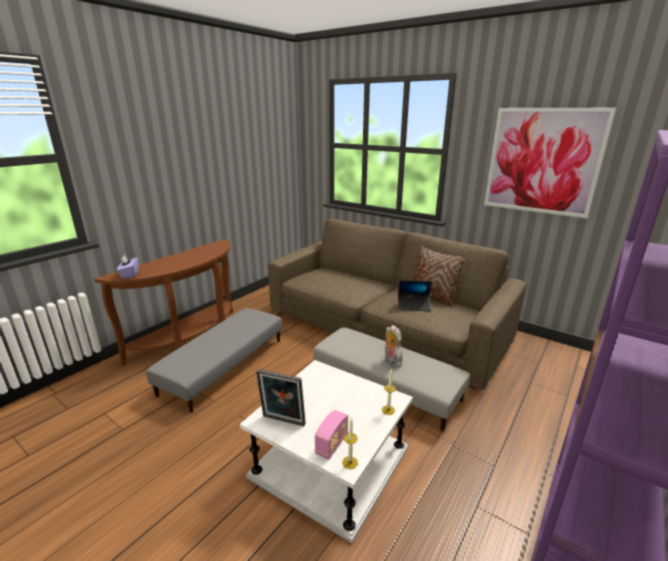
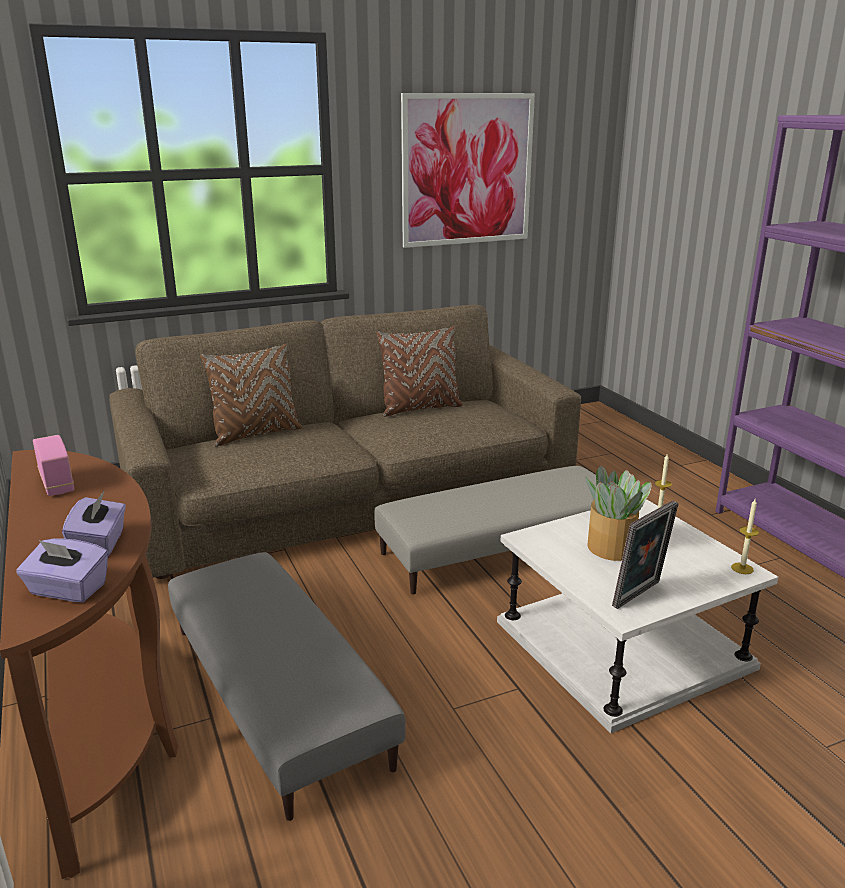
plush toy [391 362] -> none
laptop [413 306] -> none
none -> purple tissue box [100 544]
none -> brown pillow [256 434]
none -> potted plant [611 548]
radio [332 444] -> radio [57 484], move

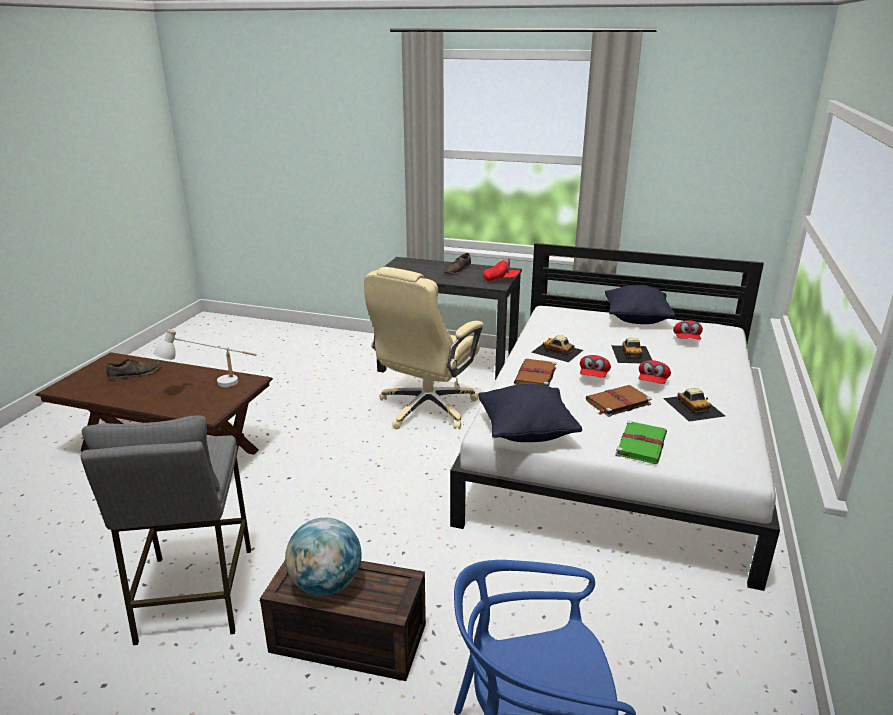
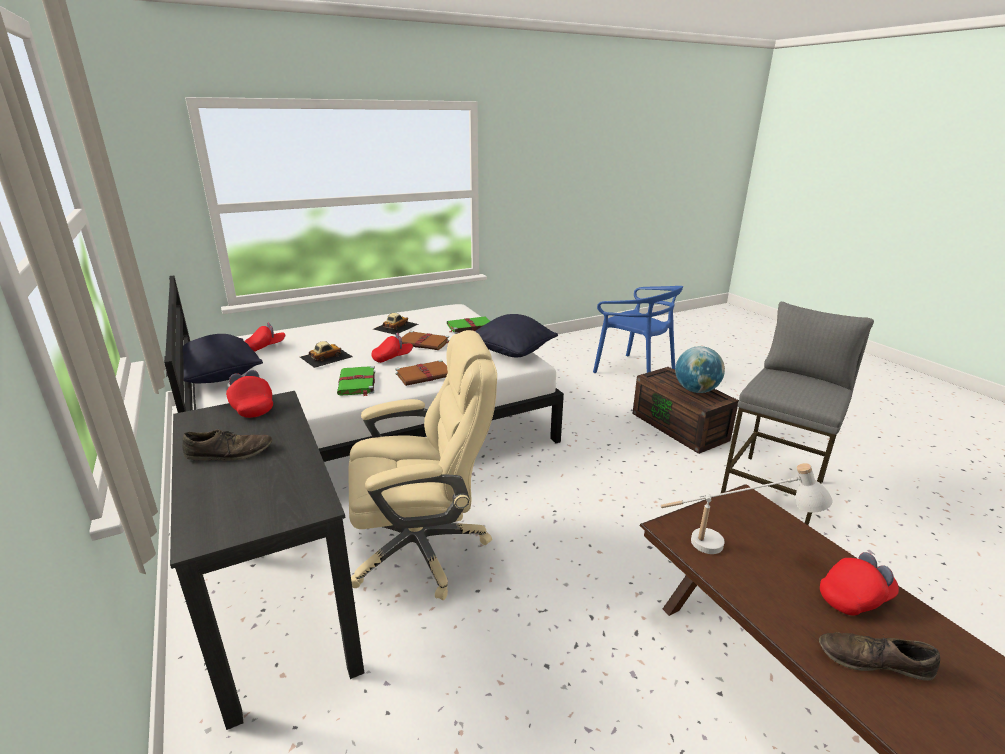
red cap [652 382] -> red cap [855 597], move
toy car [557 351] -> green book [357 383]

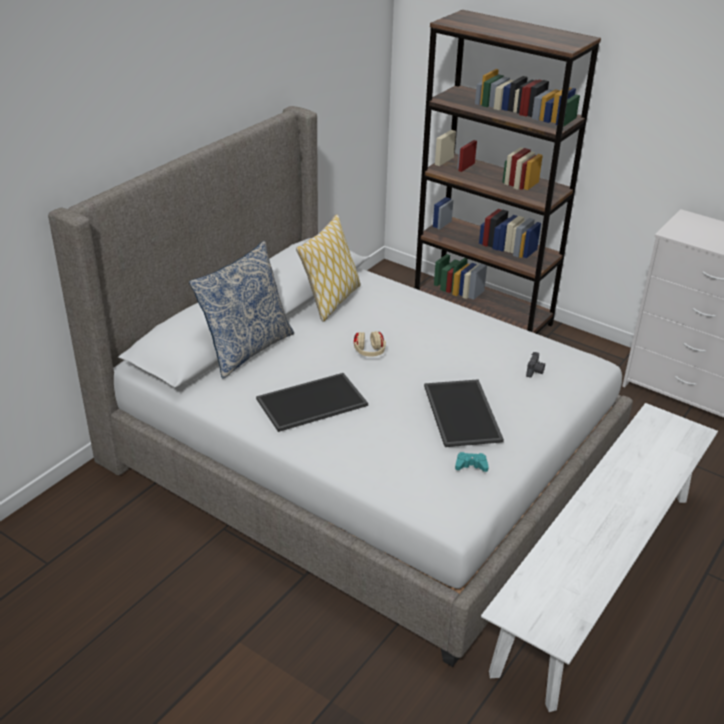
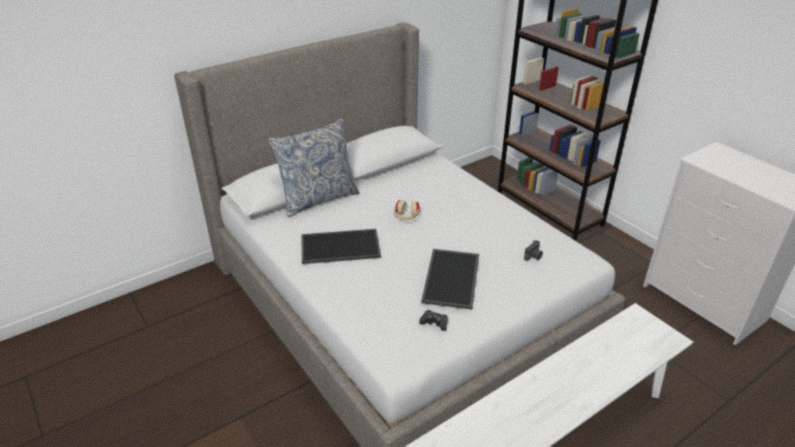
pillow [331 301] -> none
turquoise game controller [471 465] -> black game controller [434 323]

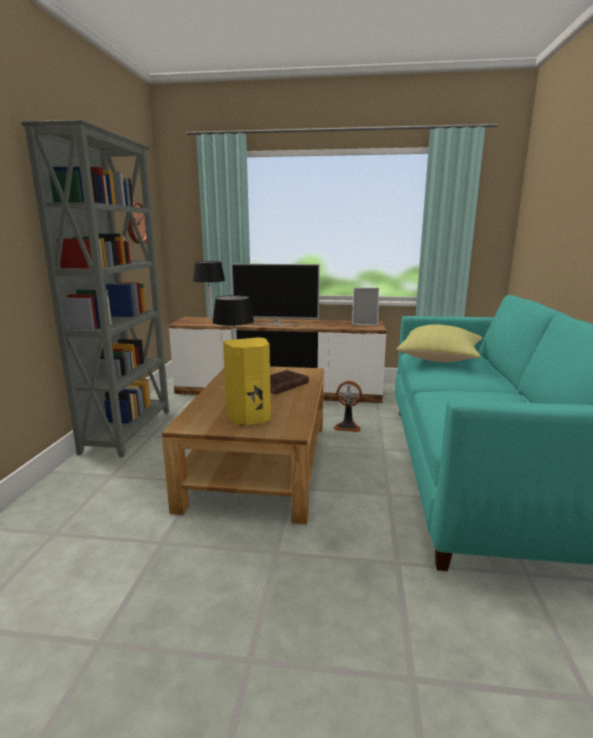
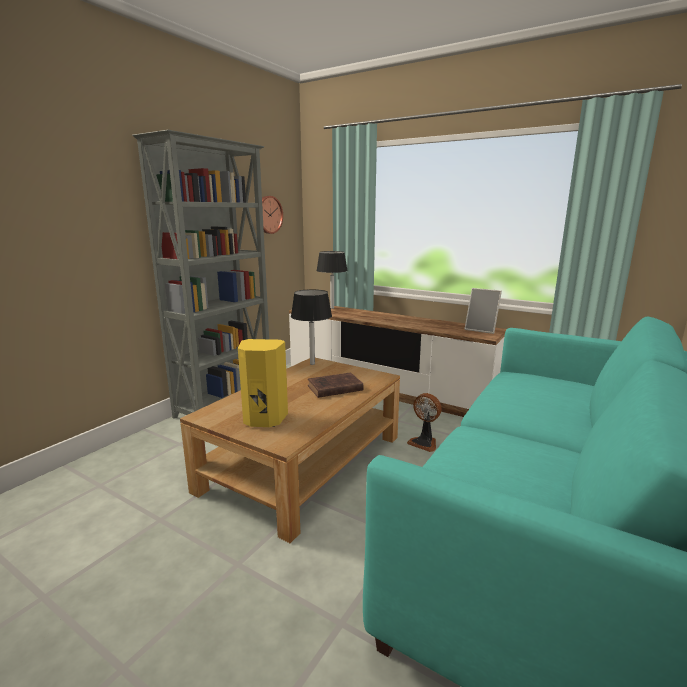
television [276 324] -> none
yellow pillow [440 360] -> none

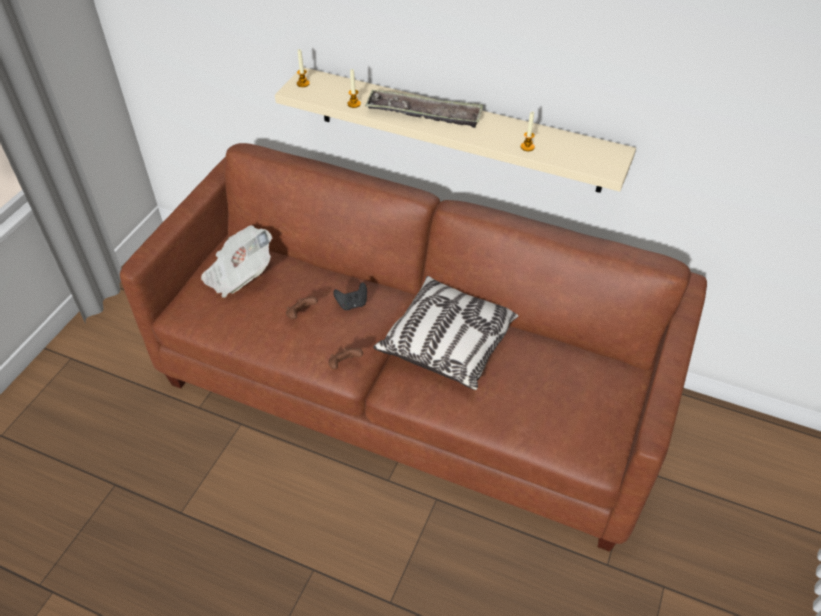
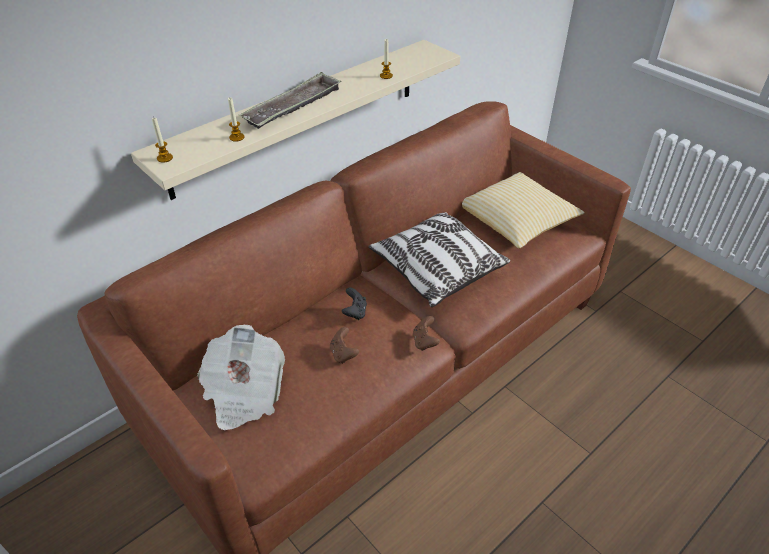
none -> pillow [517 222]

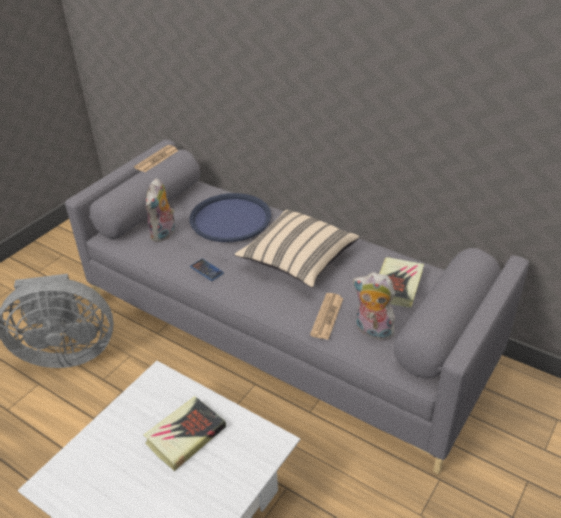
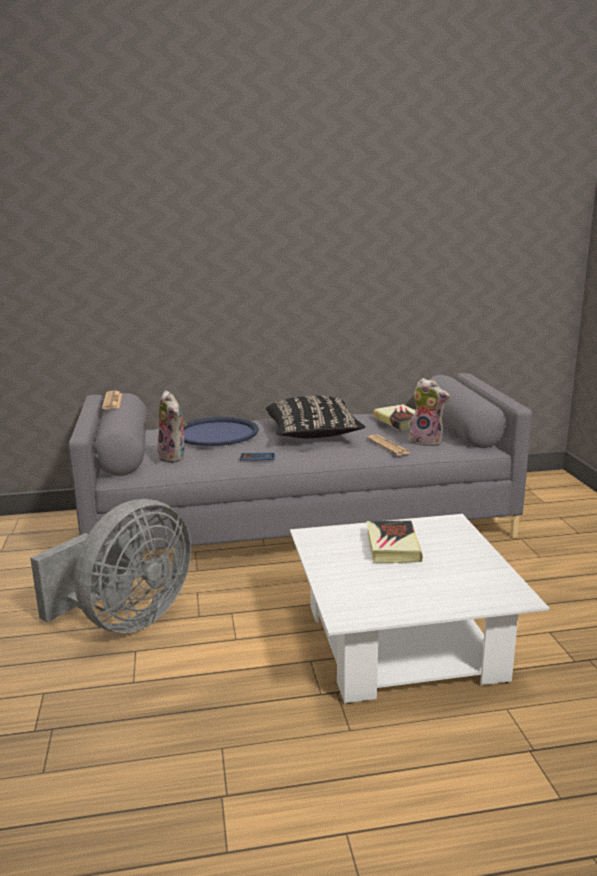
beige pillow [298 260] -> black pillow [313 434]
plush toy [372 331] -> plush toy [427 442], 135 degrees counterclockwise

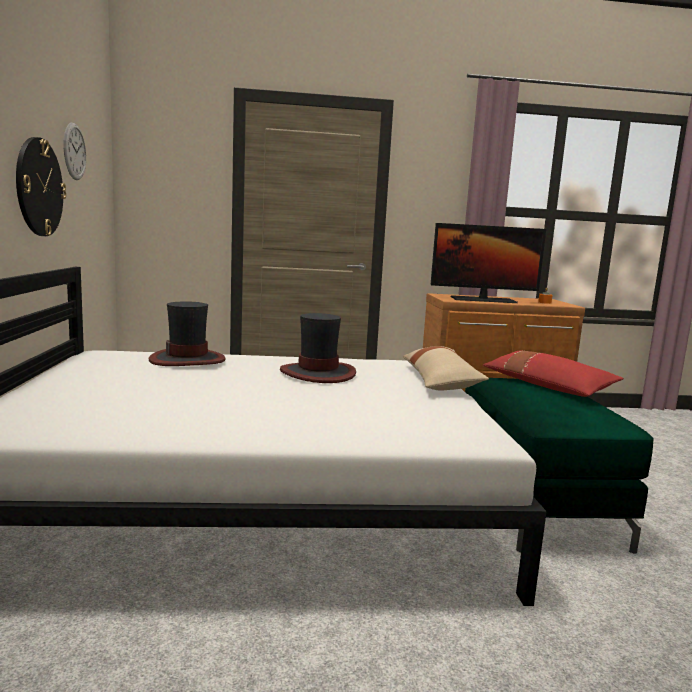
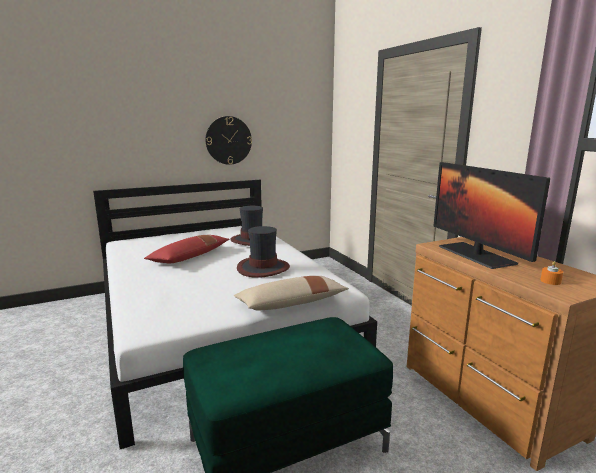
wall clock [74 151] -> none
red pillow [547 386] -> red pillow [189 257], move

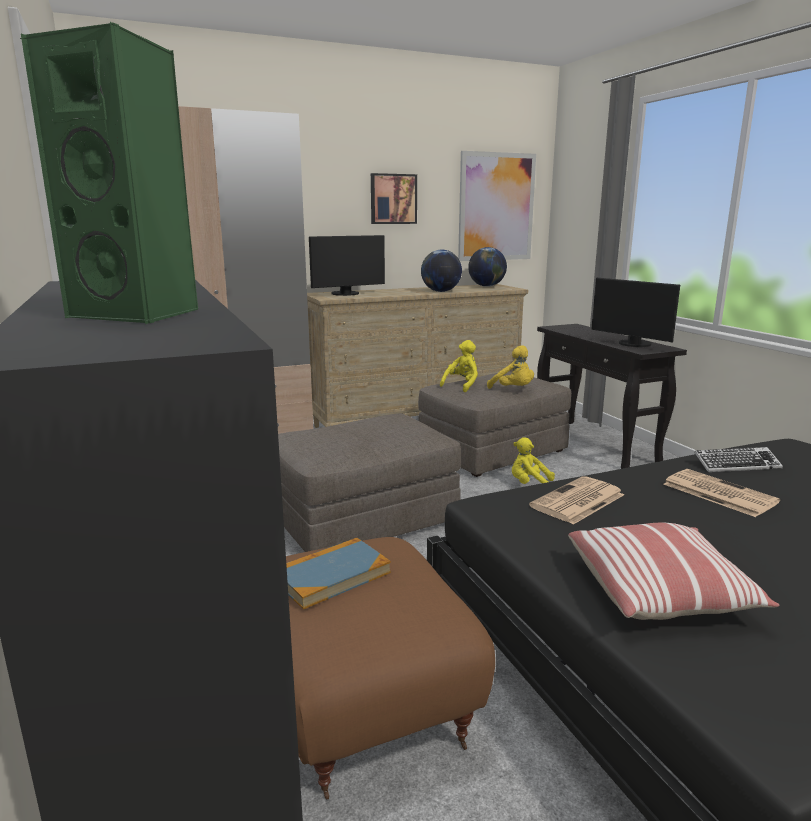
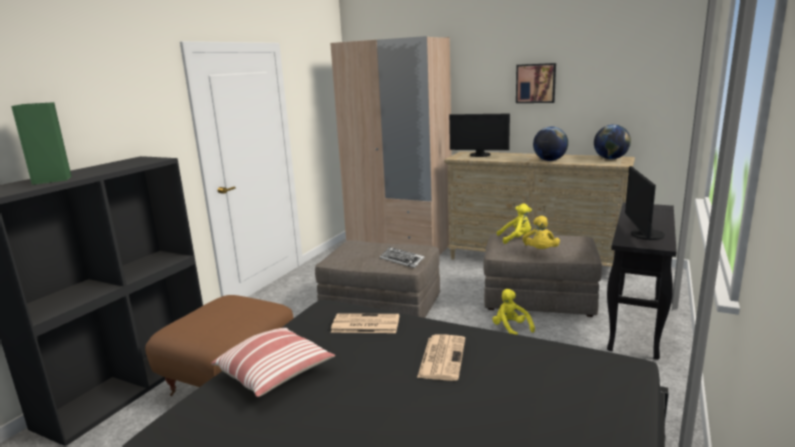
book [332 576] -> none
picture [496 207] -> none
keyboard [736 465] -> keyboard [402 260], move

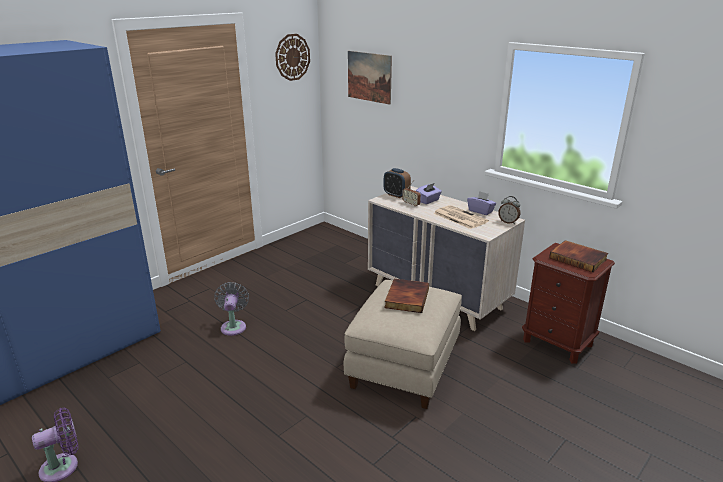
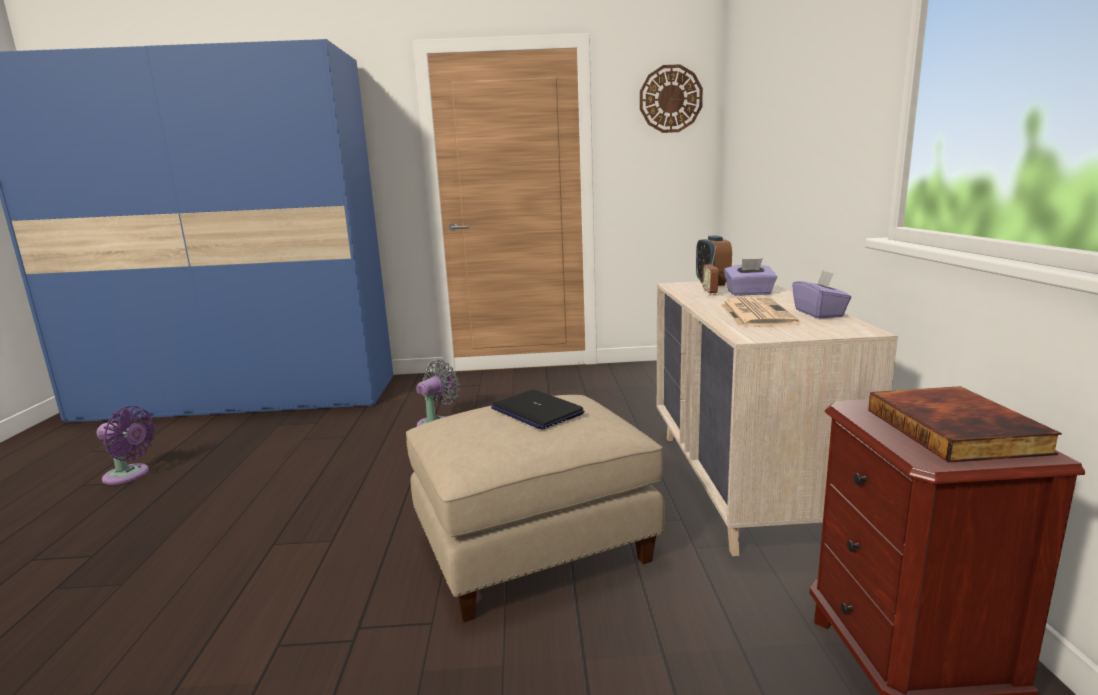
picture [369 77] -> none
alarm clock [508 222] -> none
book [406 298] -> laptop [536 411]

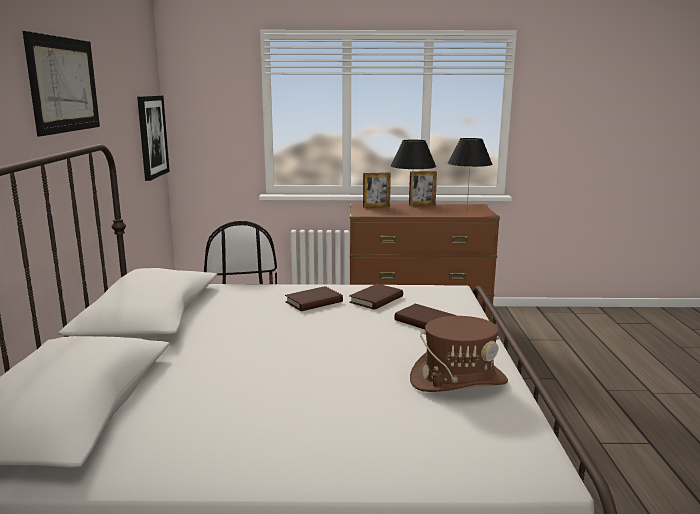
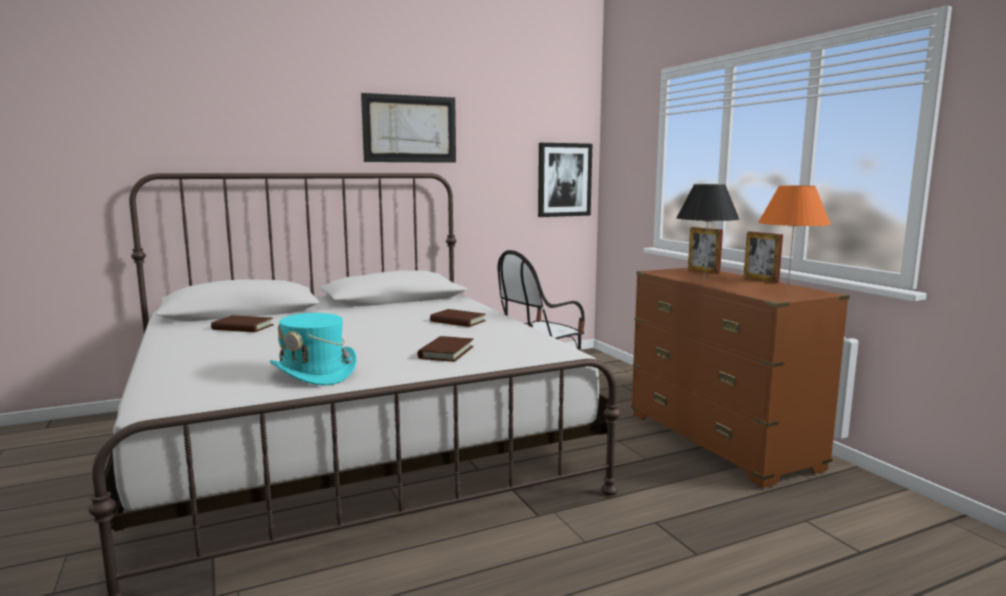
brown book [376 299] -> brown book [243 327], move
brown hat [458 380] -> turquoise hat [314 372]
black table lamp [467 209] -> orange table lamp [787 292]

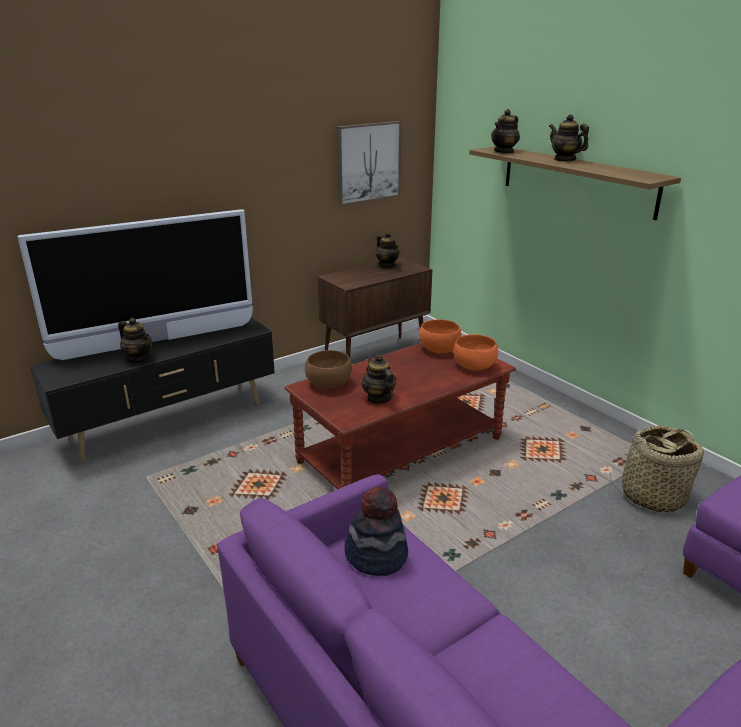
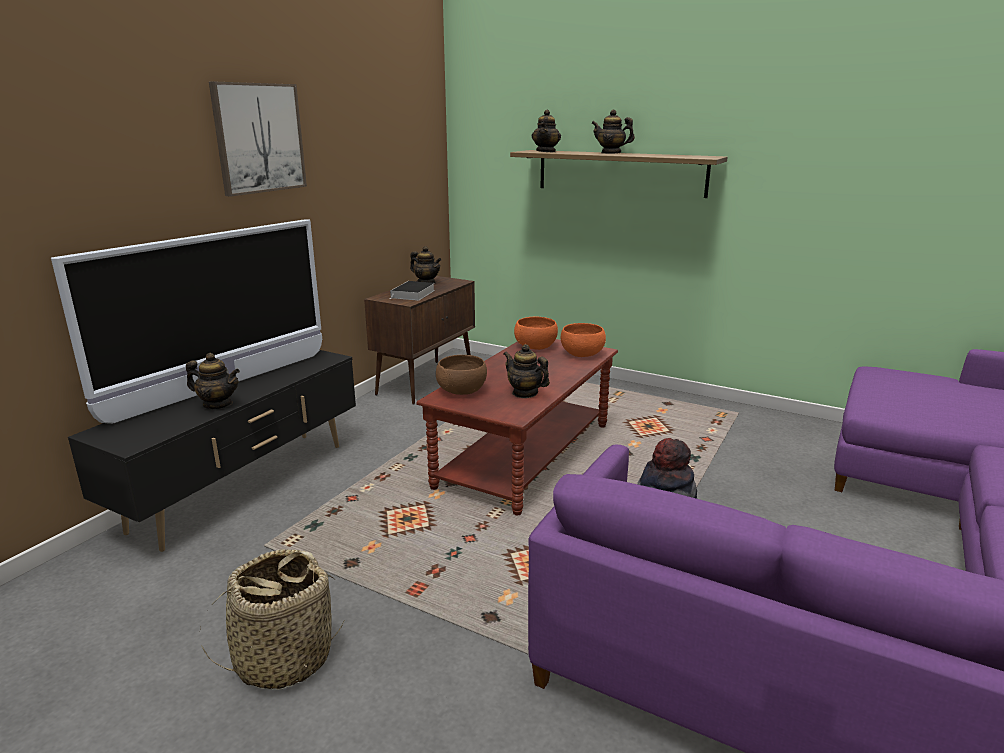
none -> book [413 294]
picture [368 162] -> picture [259 138], move
basket [652 496] -> basket [283 658], move

